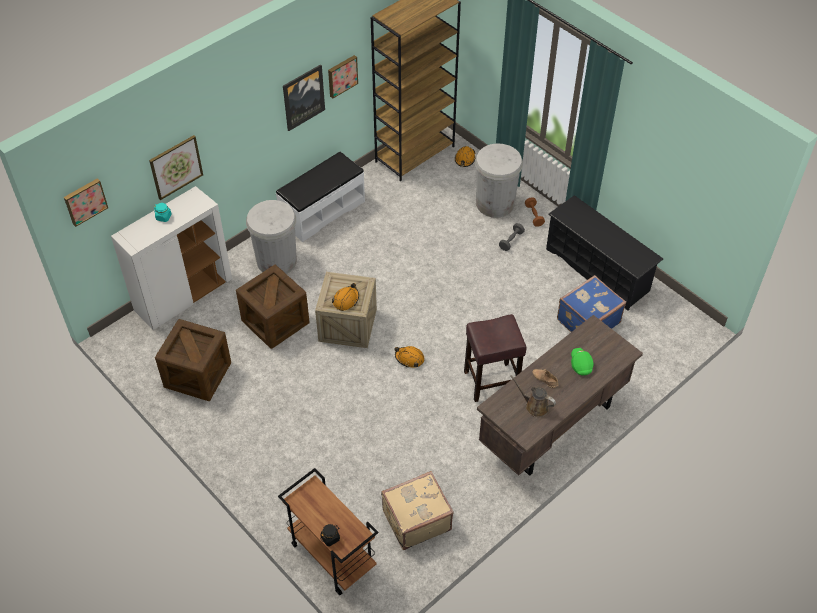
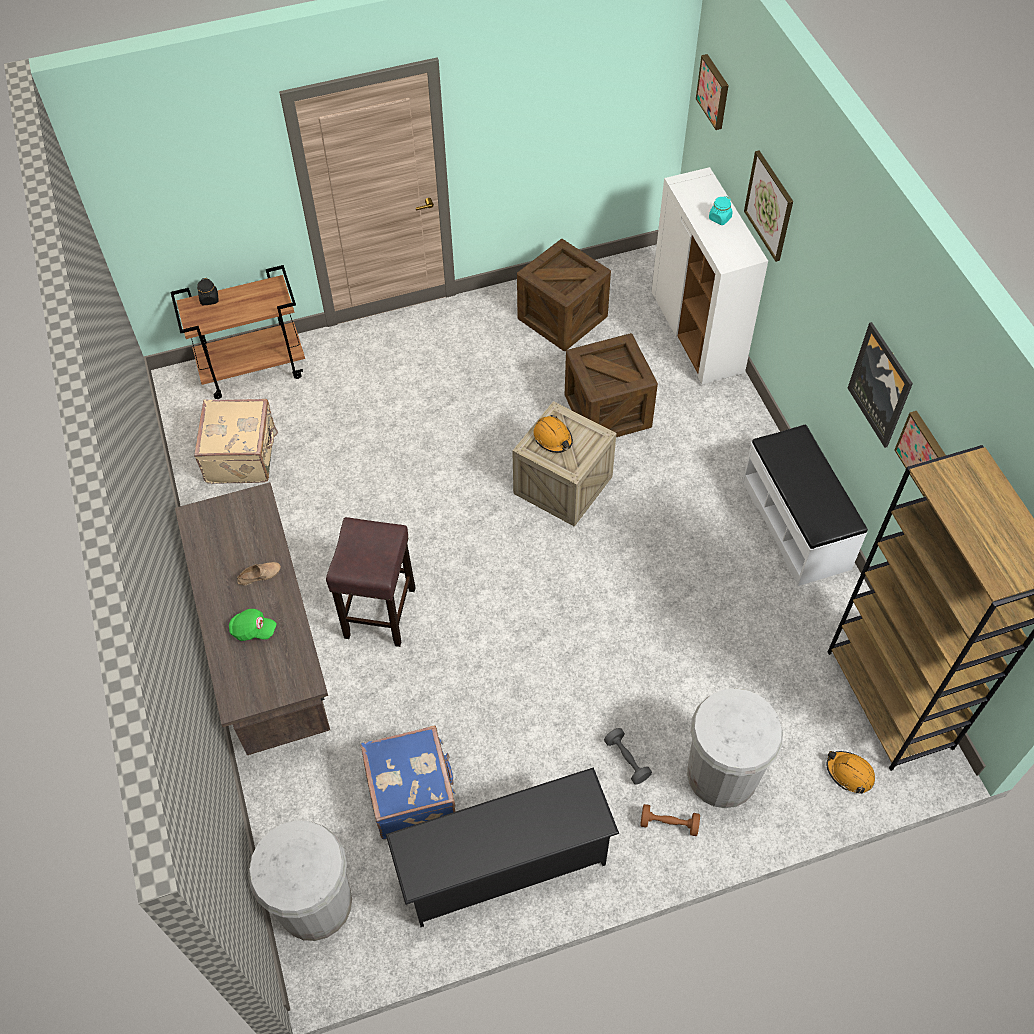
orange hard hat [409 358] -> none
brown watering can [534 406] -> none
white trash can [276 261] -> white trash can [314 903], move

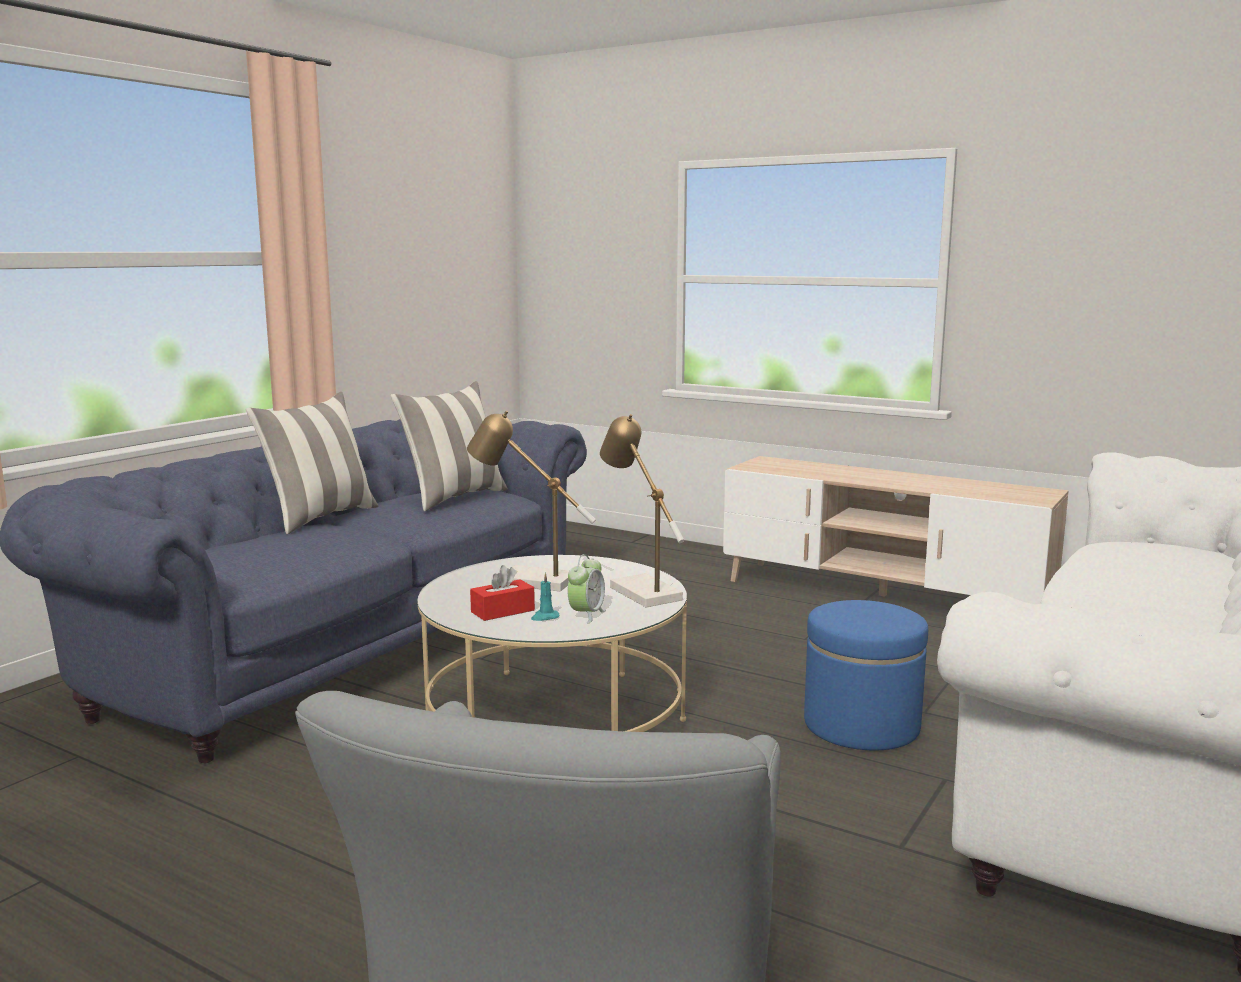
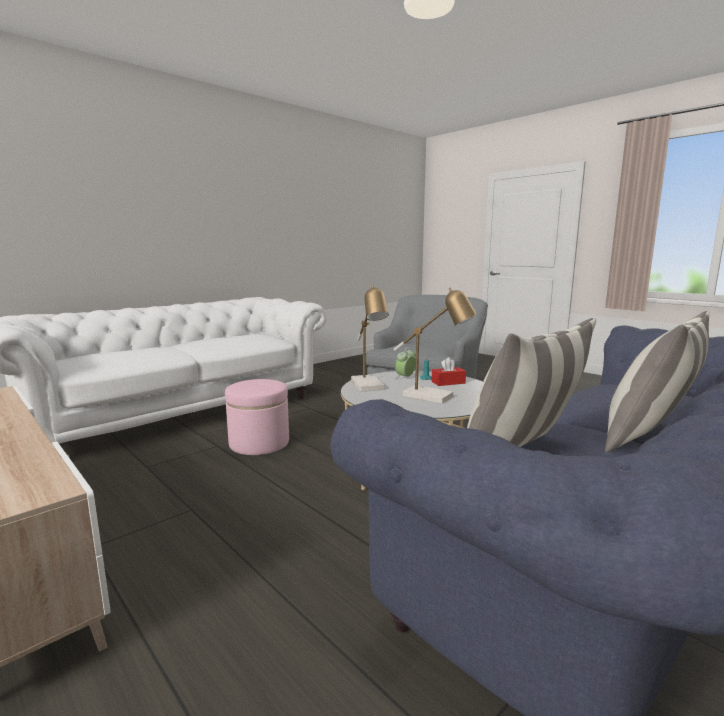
blue ottoman [861 725] -> pink ottoman [259 443]

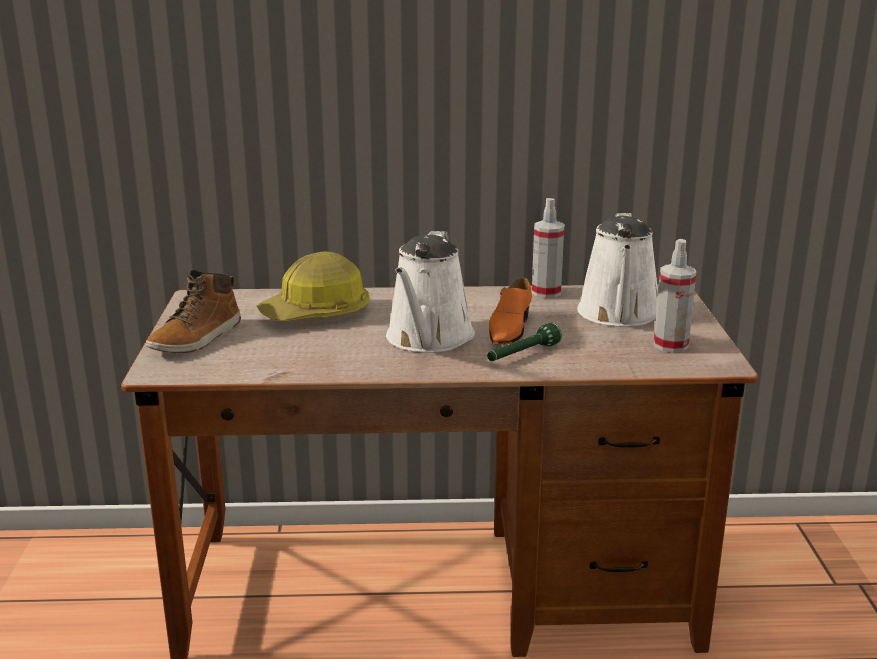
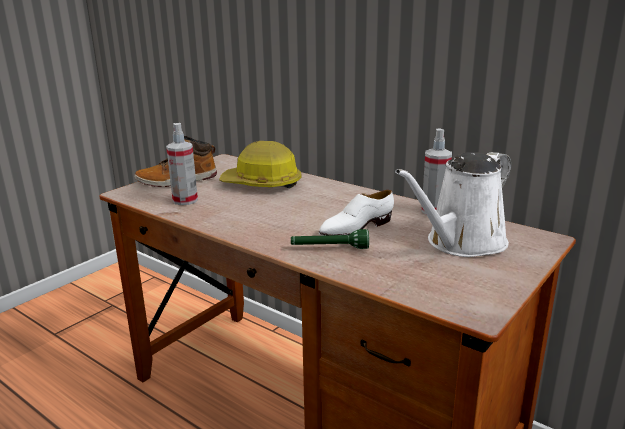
white watering can [428 339] -> none
spray bottle [670 345] -> spray bottle [185 200], move
orange shoe [509 329] -> white shoe [356 228]

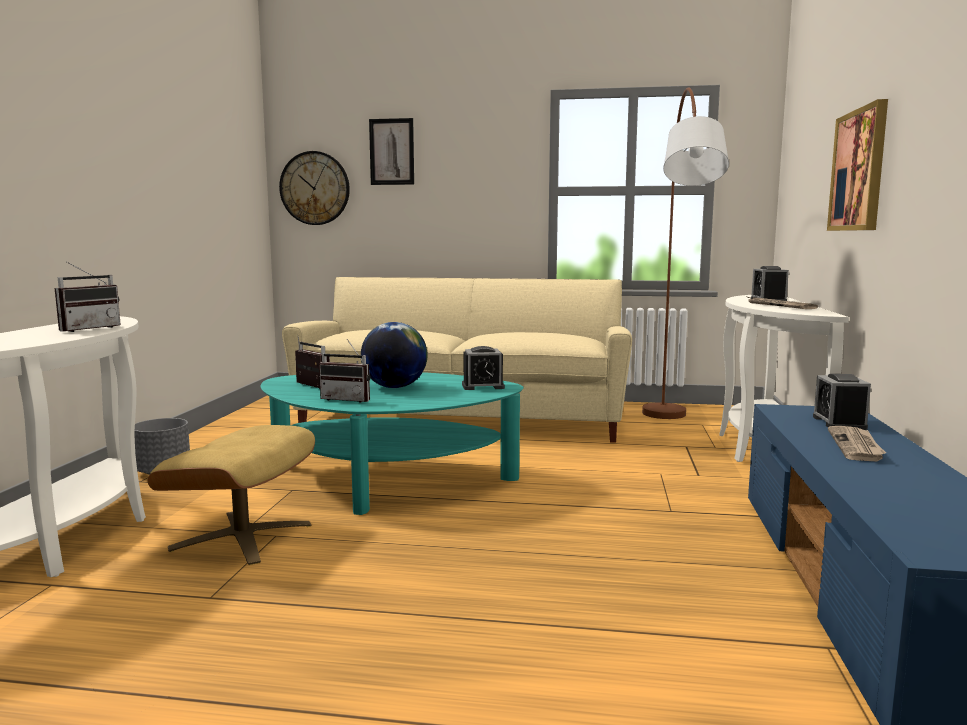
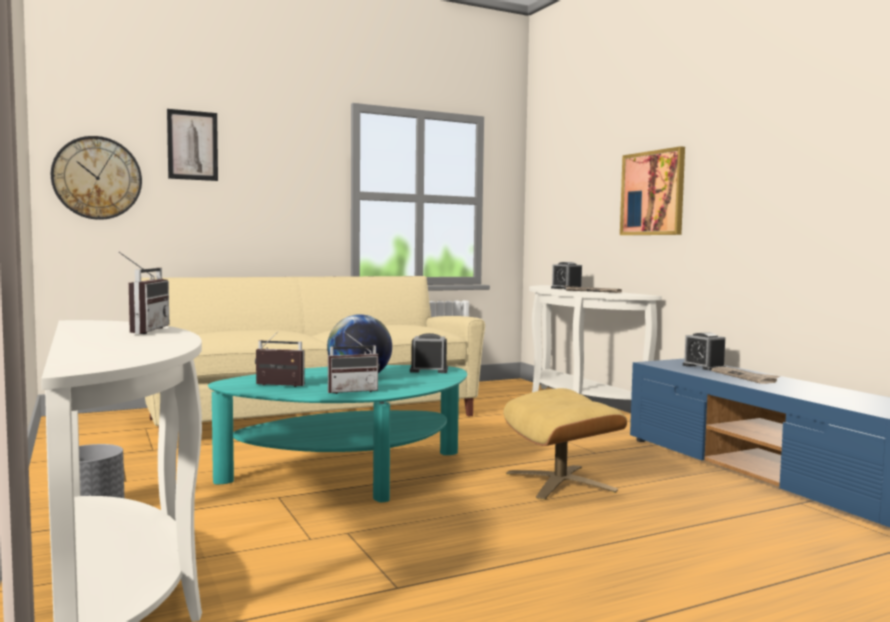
brown floor lamp [672 435] -> none
beige ottoman [242 537] -> beige ottoman [561 482], move
alarm clock [483 386] -> alarm clock [429 370], 135 degrees counterclockwise

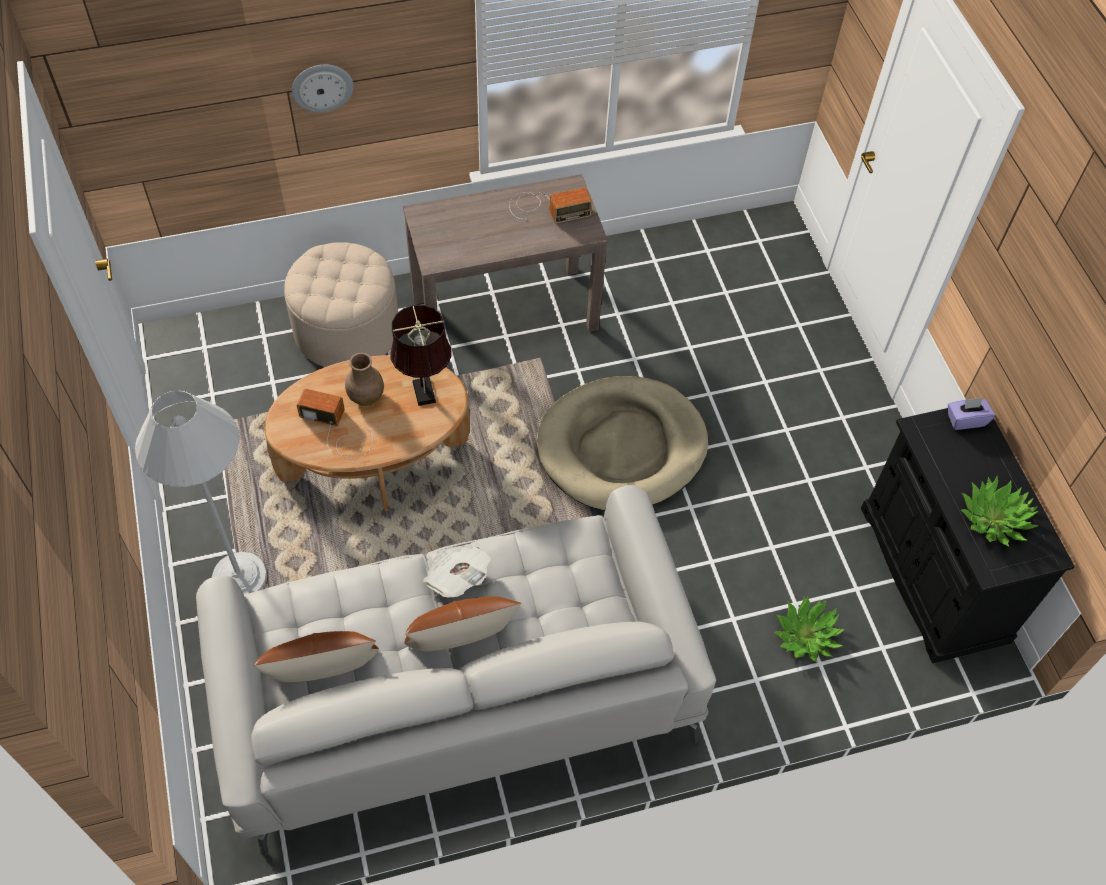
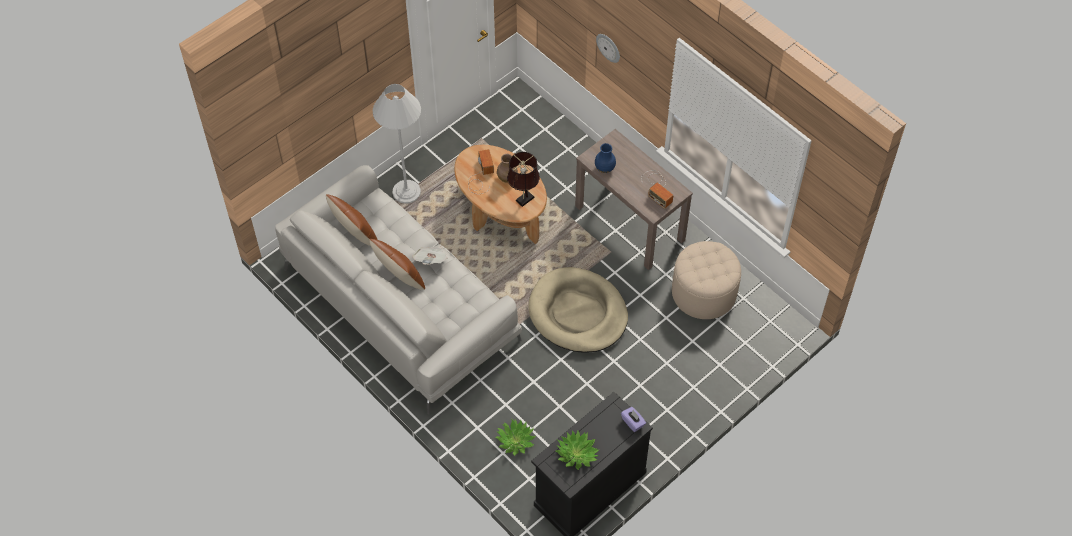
none -> blue vase [605 168]
beige ottoman [347 329] -> beige ottoman [704 292], move

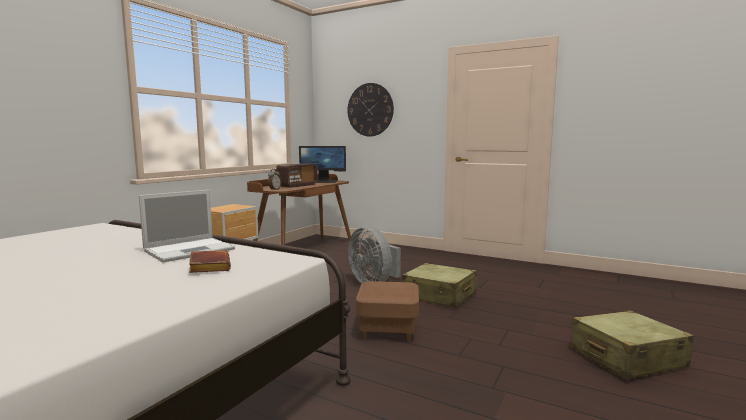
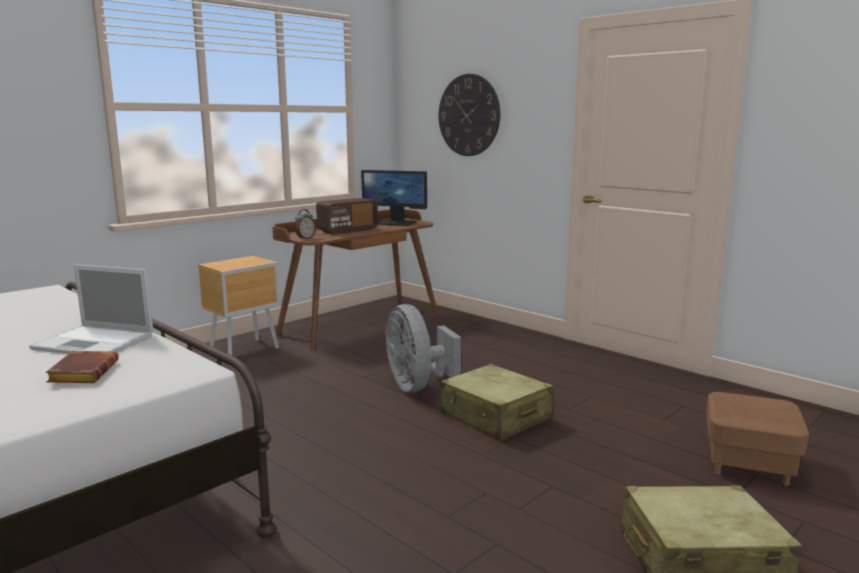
brown ottoman [388 329] -> brown ottoman [748 463], move
laptop [191 250] -> laptop [96 342], 45 degrees clockwise

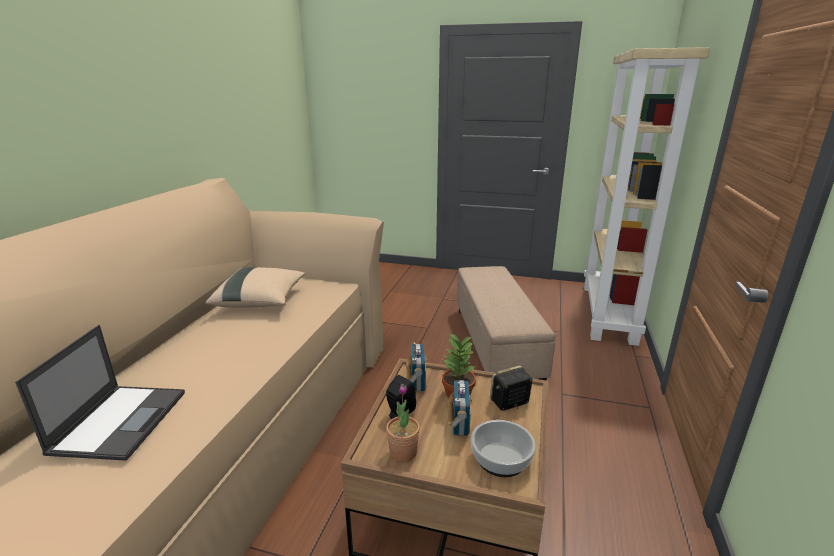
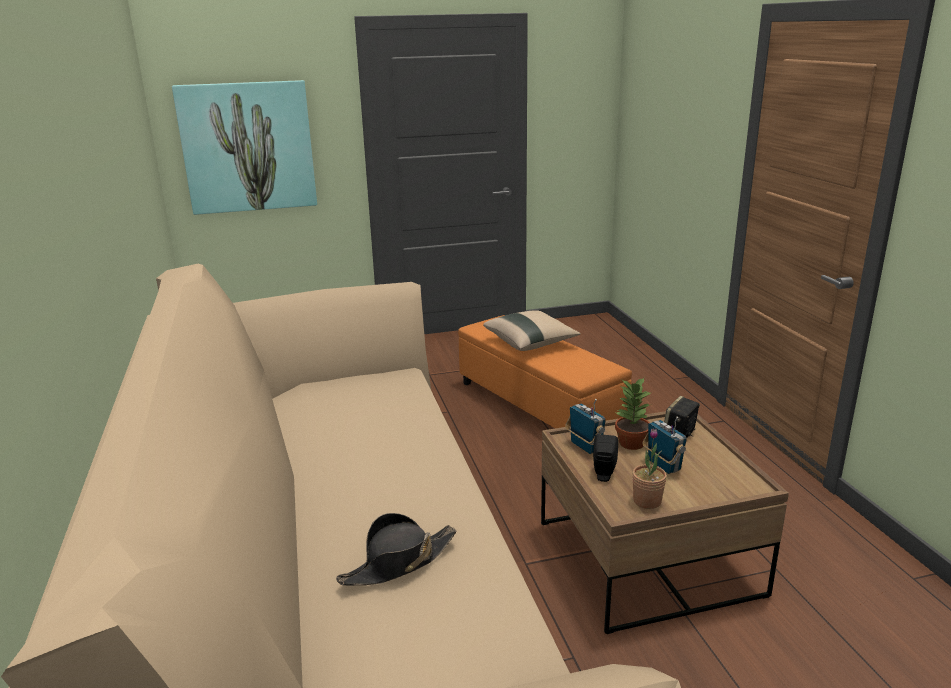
bowl [501 459] -> none
beige bookcase [609 313] -> none
none -> picture [248 147]
beige pillow [261 301] -> beige pillow [531 343], move
laptop [121 420] -> black hat [398 563]
beige ottoman [497 343] -> orange ottoman [539 405]

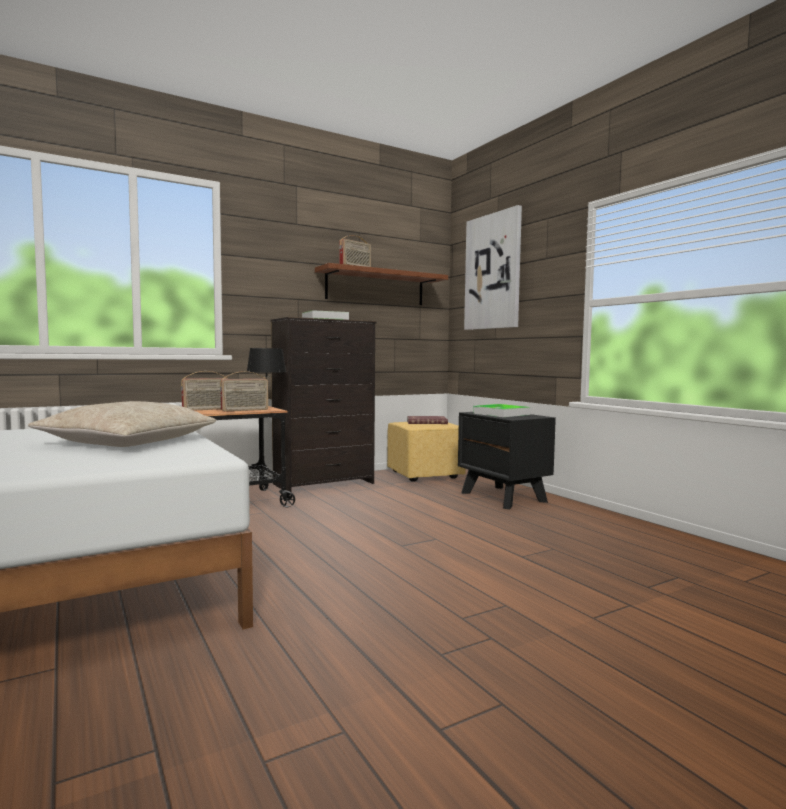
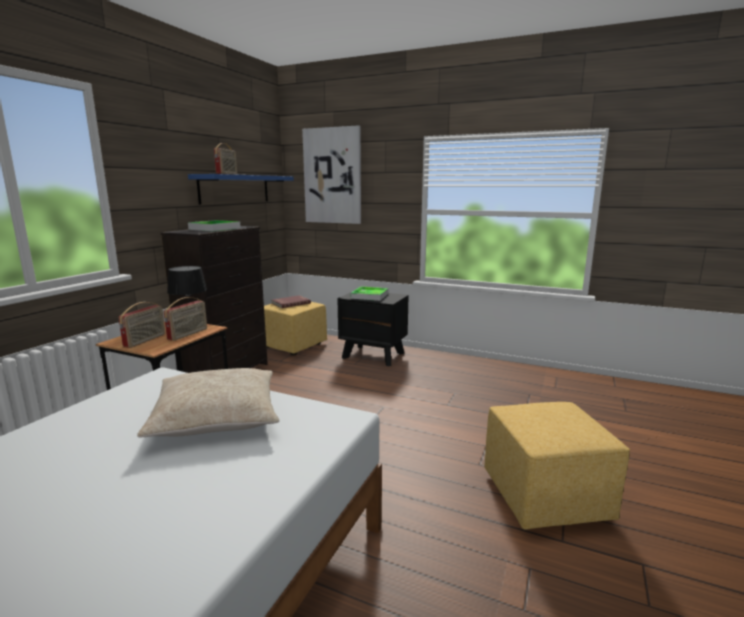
none -> yellow ottoman [547 497]
brown shelf [375 287] -> blue shelf [235 189]

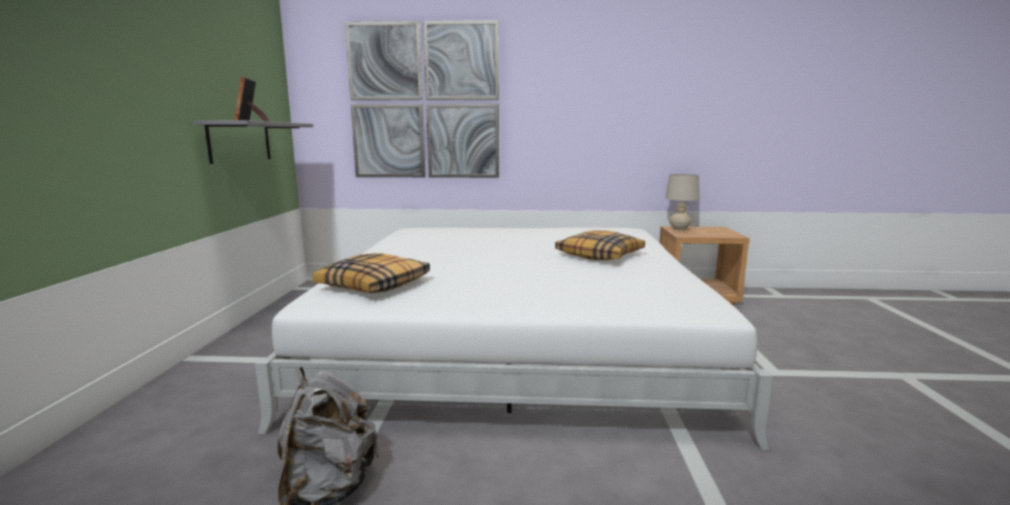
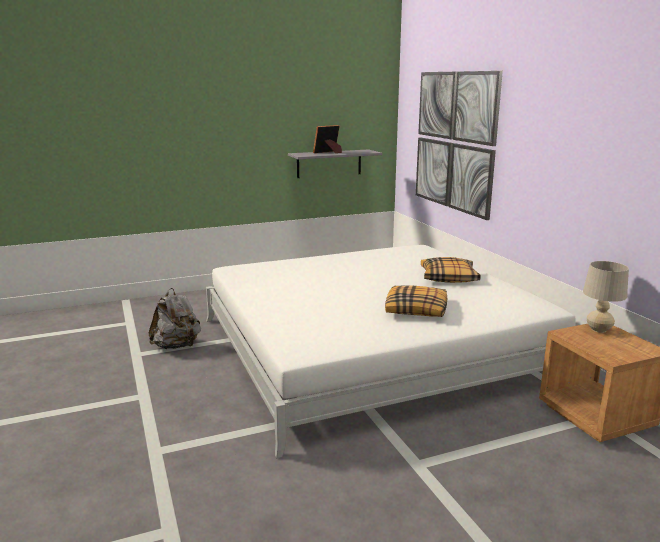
pillow [374 286] -> pillow [448 278], move

